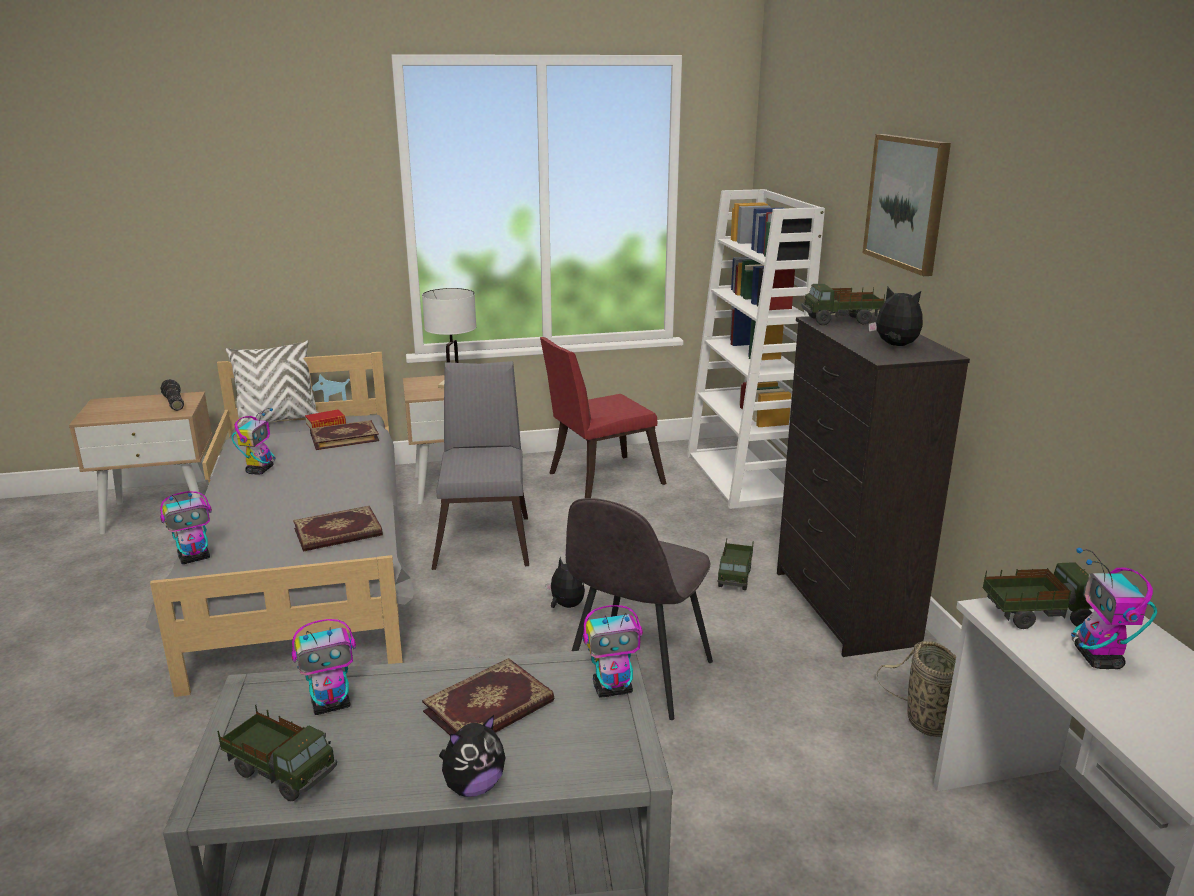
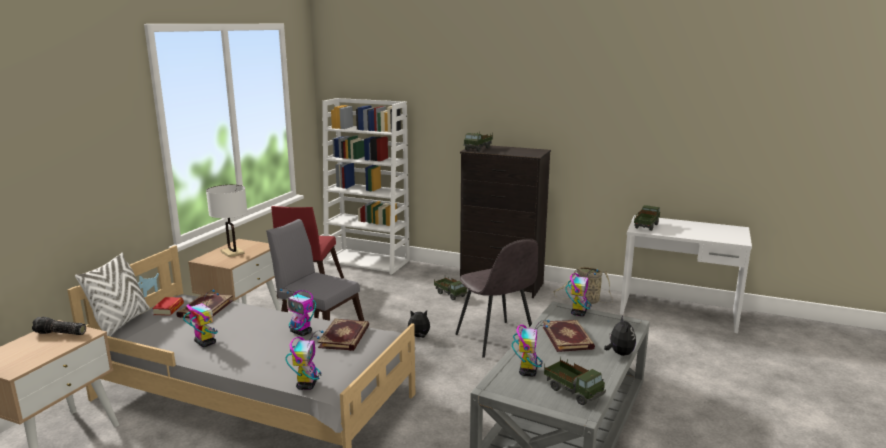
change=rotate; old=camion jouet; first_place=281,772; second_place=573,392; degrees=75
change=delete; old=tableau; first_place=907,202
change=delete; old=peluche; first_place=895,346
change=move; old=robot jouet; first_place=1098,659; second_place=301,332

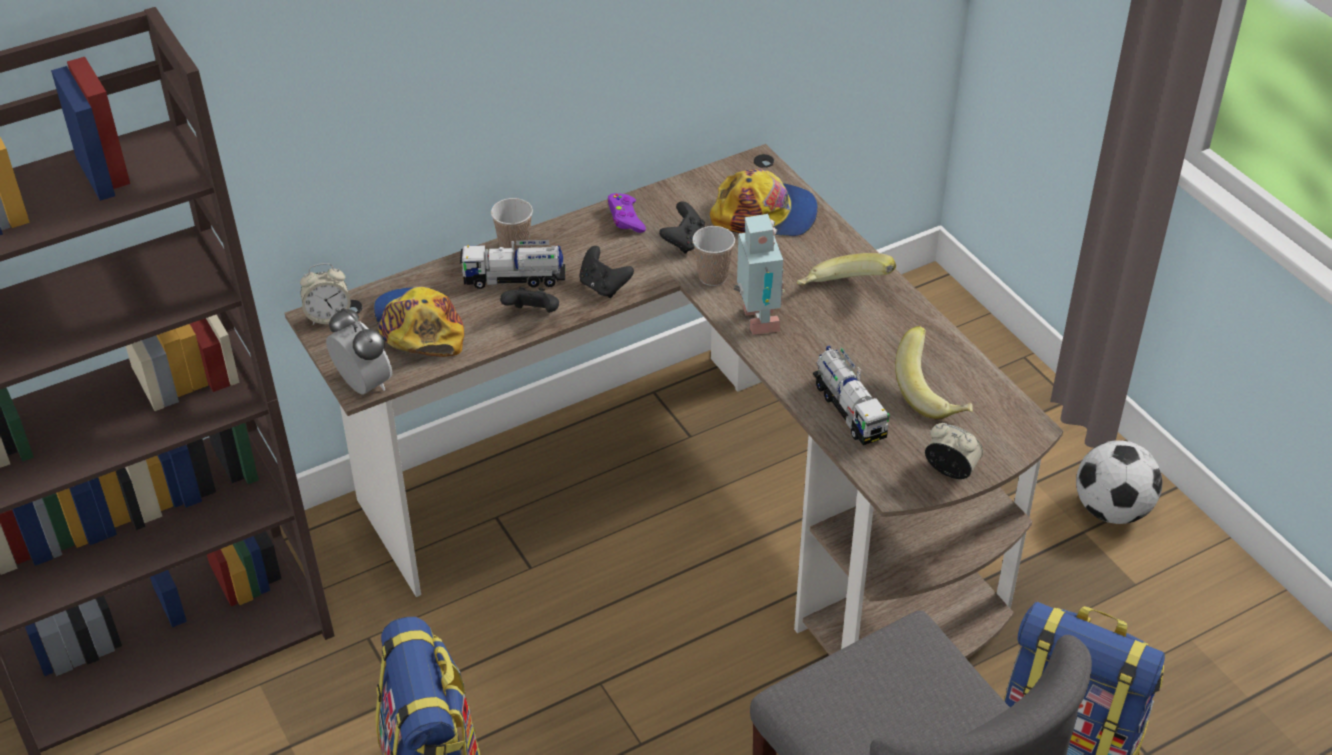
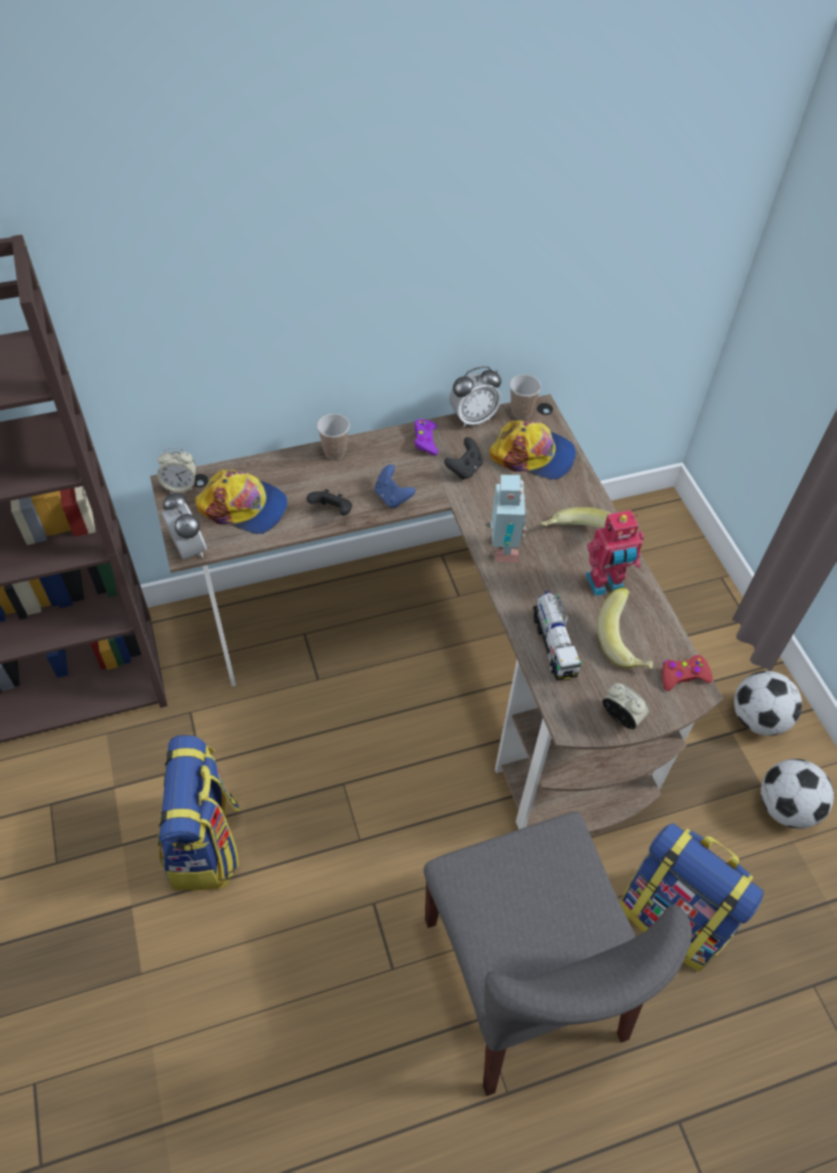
change=rotate; old=casquette; first_place=419,327; second_place=244,507; degrees=120
change=delete; old=camion jouet; first_place=514,279
change=recolor; old=manette/noir; new=manette/bleu; first_place=603,286; second_place=392,497
change=move; old=tasse; first_place=713,277; second_place=521,412
change=insert; new=réveil; second_place=473,418
change=insert; new=robot jouet; second_place=605,584
change=insert; new=manette/rouge; second_place=683,676
change=insert; new=ballon de foot; second_place=785,807

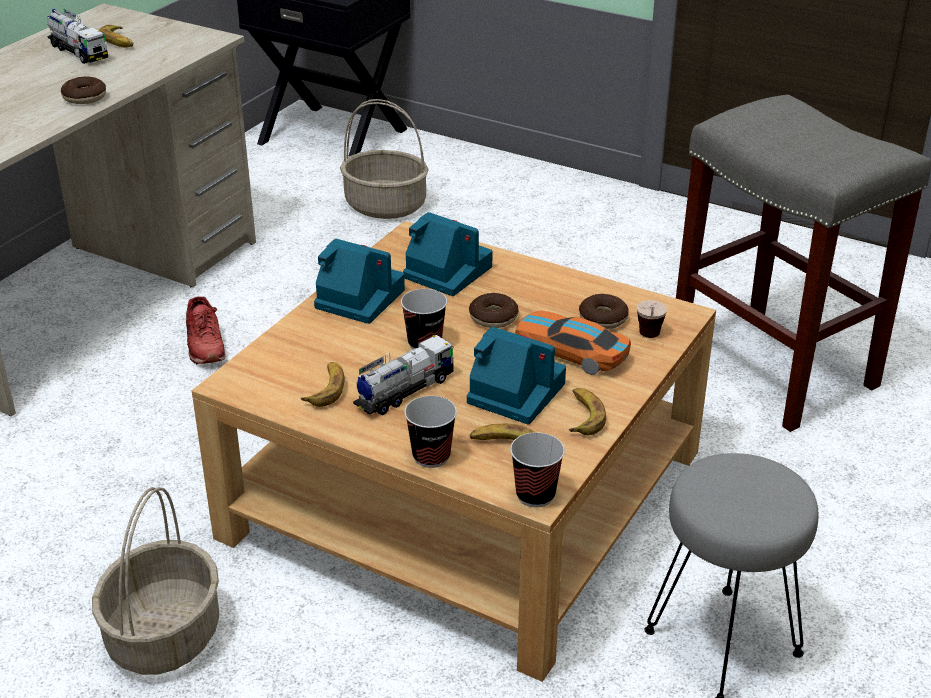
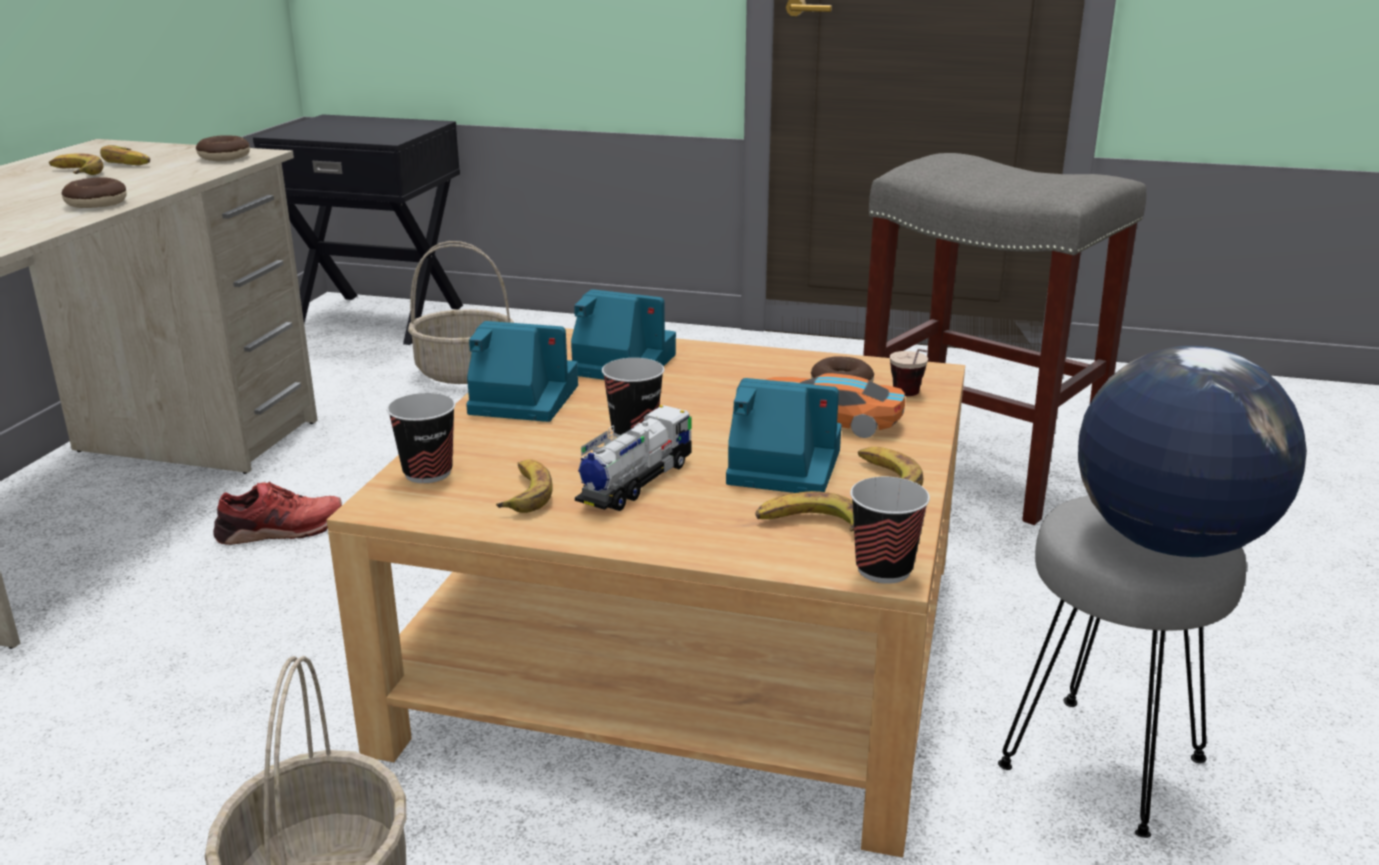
change=replace; old=camion jouet; new=banane; first_place=78,52; second_place=75,172
change=rotate; old=chaussure/rouge; first_place=204,344; second_place=280,530; degrees=-75
change=move; old=tasse; first_place=431,456; second_place=428,473
change=move; old=beignet; first_place=493,317; second_place=224,157
change=insert; new=globe; second_place=1169,543

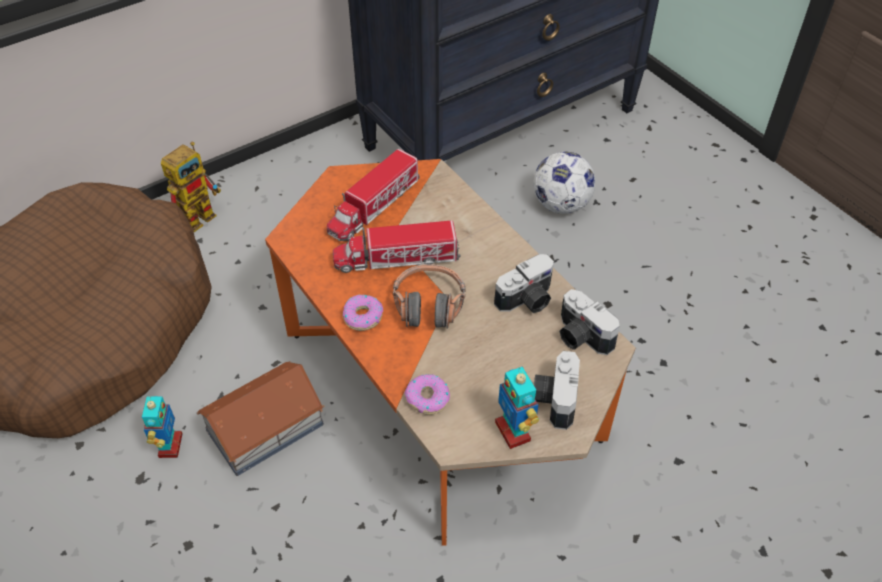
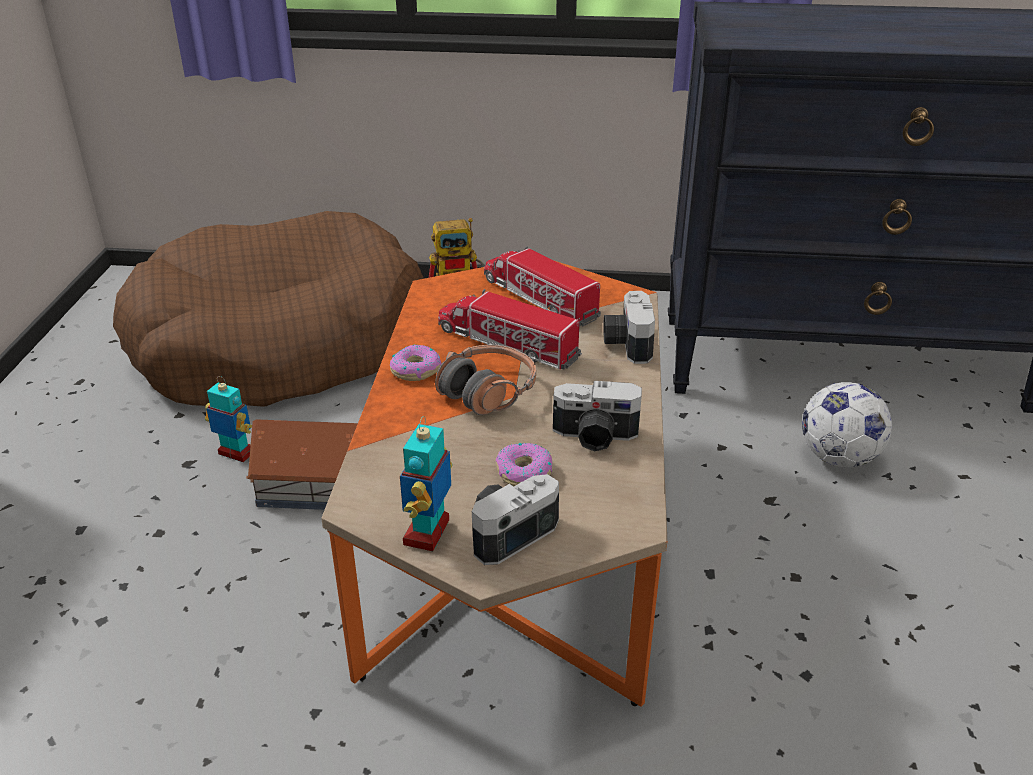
change=rotate; old=robot jouet; first_place=169,445; second_place=236,453; degrees=-105
change=rotate; old=camion jouet; first_place=374,207; second_place=539,299; degrees=60
change=move; old=beignet; first_place=427,398; second_place=524,472
change=move; old=appareil photo; first_place=580,337; second_place=626,343

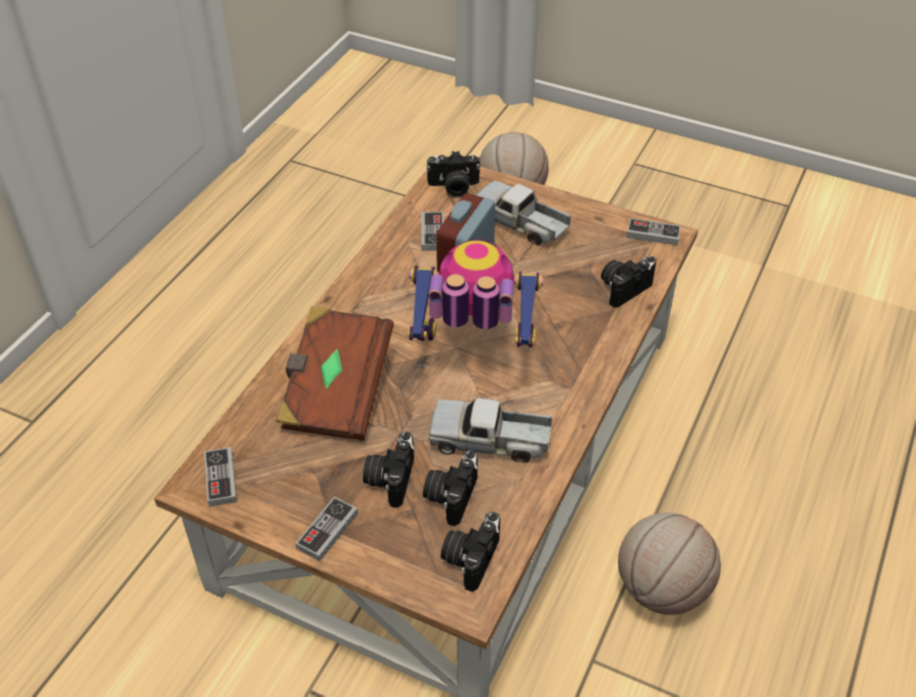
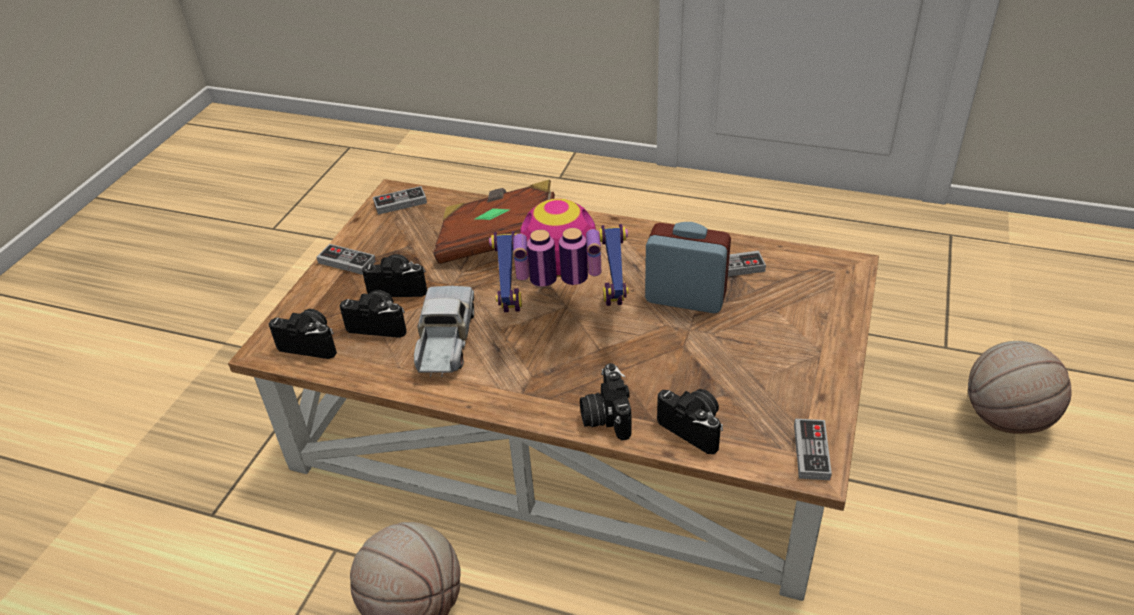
change=rotate; old=robot jouet; first_place=473,351; second_place=562,317; degrees=-90
change=move; old=appareil photo; first_place=453,187; second_place=605,416
change=delete; old=camion jouet; first_place=520,223

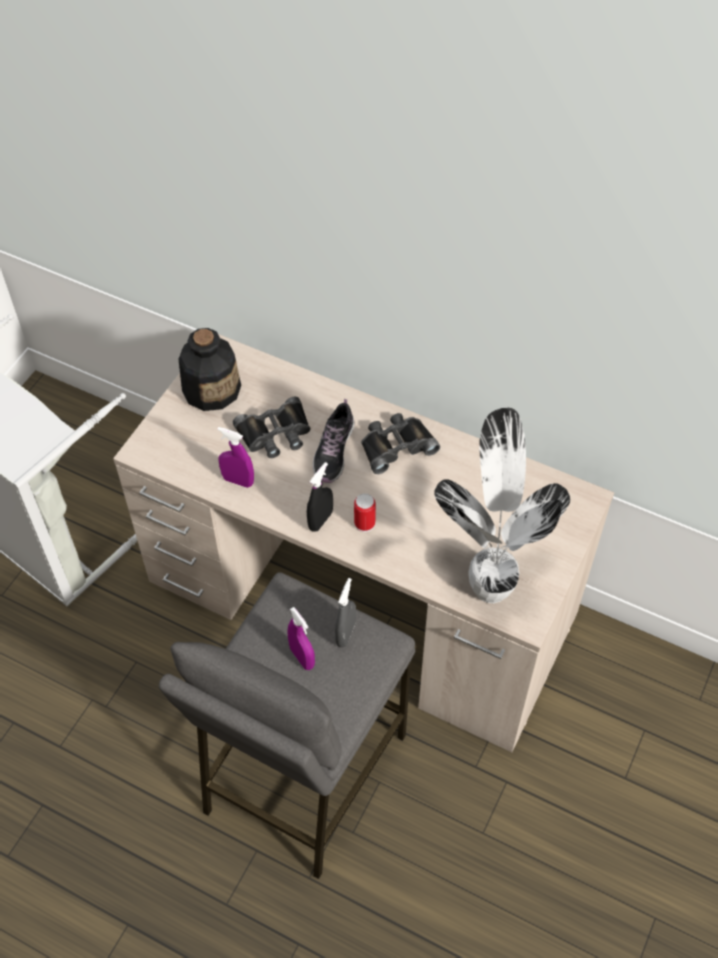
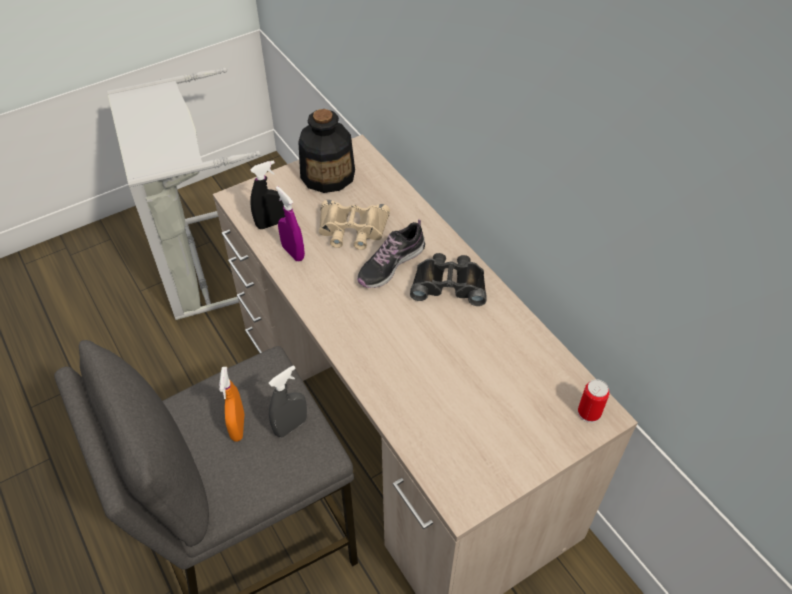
change=recolor; old=jumelles/noir; new=jumelles/beige; first_place=275,434; second_place=352,230
change=recolor; old=vaporisateur/violet; new=vaporisateur/orange; first_place=302,657; second_place=238,427
change=move; old=vaporisateur/noir; first_place=320,520; second_place=271,223
change=move; old=boîte métallique; first_place=364,523; second_place=589,413
change=delete; old=plante en pot; first_place=490,585

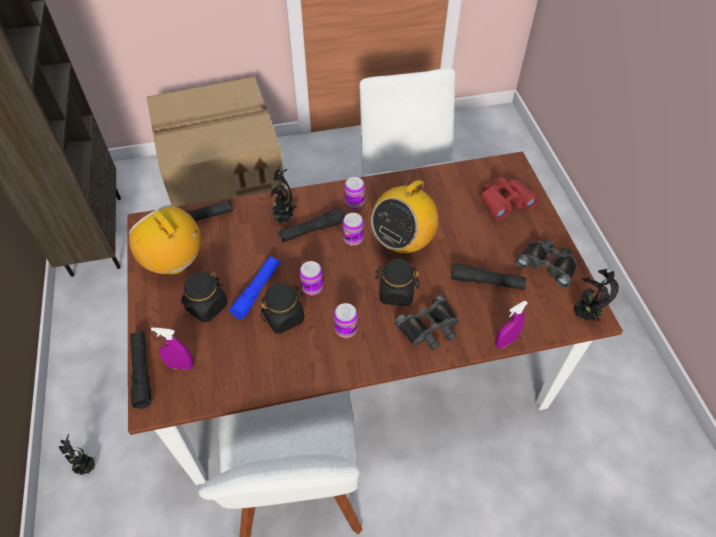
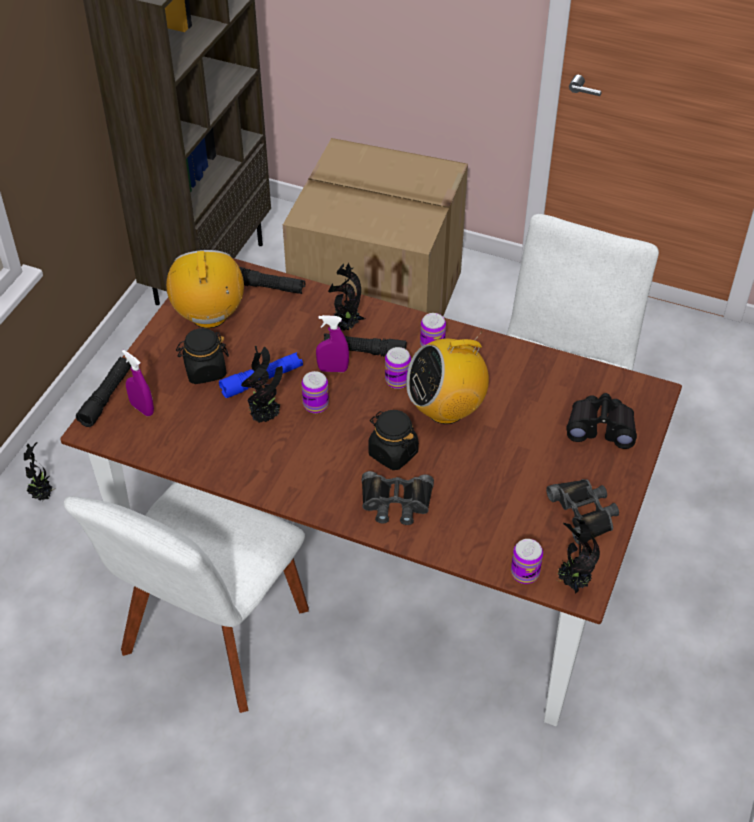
change=replace; old=bocal/noir; new=plante en pot; first_place=284,317; second_place=266,417
change=move; old=boîte métallique; first_place=346,329; second_place=525,573
change=delete; old=lampe de poche/noir; first_place=487,282
change=recolor; old=jumelles/rouge; new=jumelles/noir; first_place=505,202; second_place=601,427
change=move; old=vaporisateur/violet; first_place=505,342; second_place=333,369

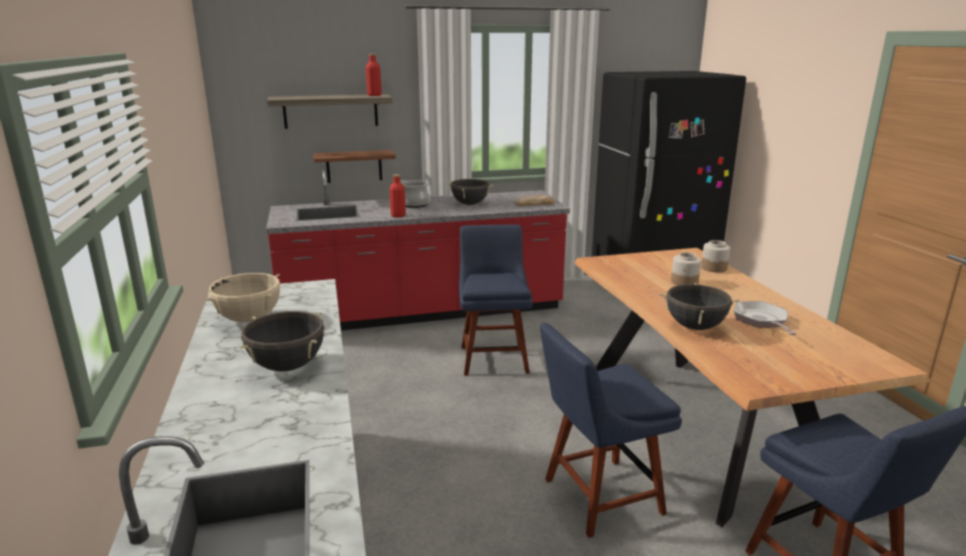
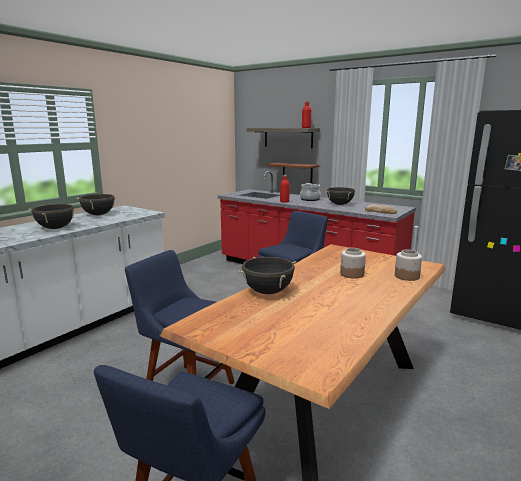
change=recolor; old=marmite/beige; new=marmite/noir; first_place=249,319; second_place=98,215
change=delete; old=poêle; first_place=761,321

